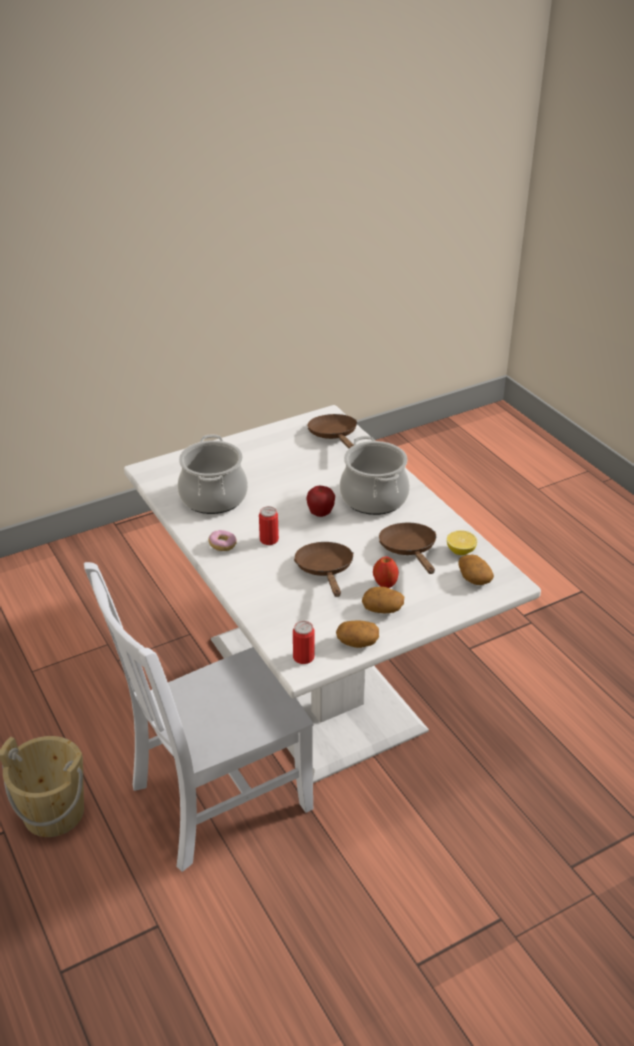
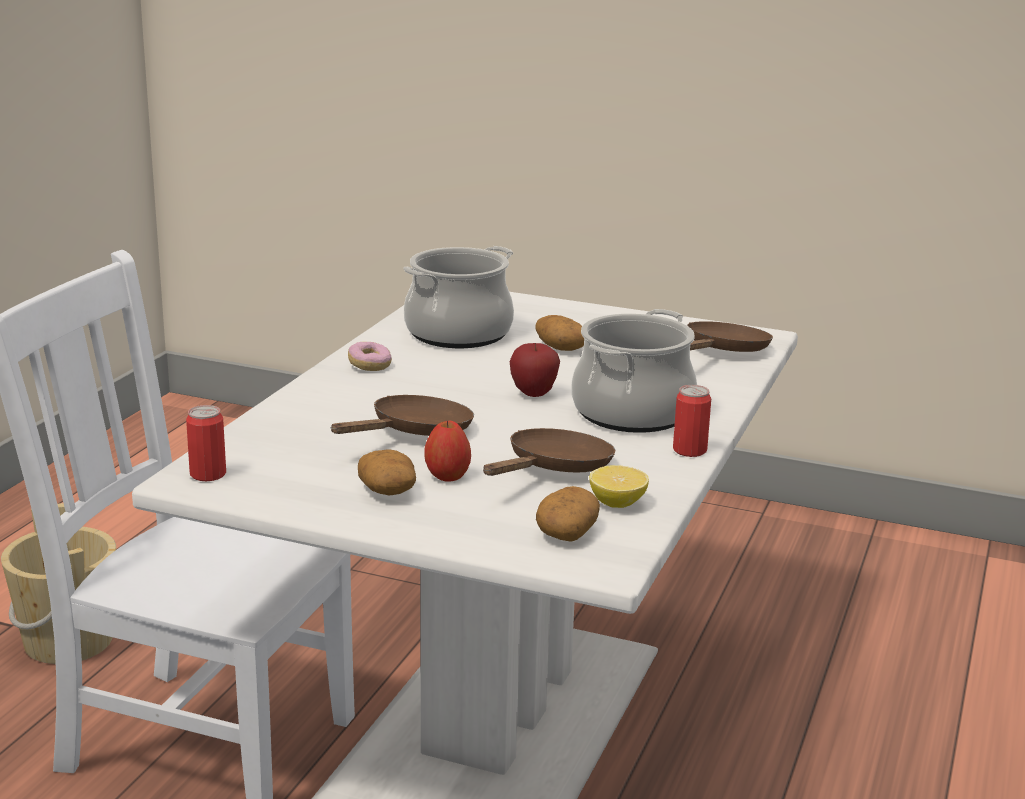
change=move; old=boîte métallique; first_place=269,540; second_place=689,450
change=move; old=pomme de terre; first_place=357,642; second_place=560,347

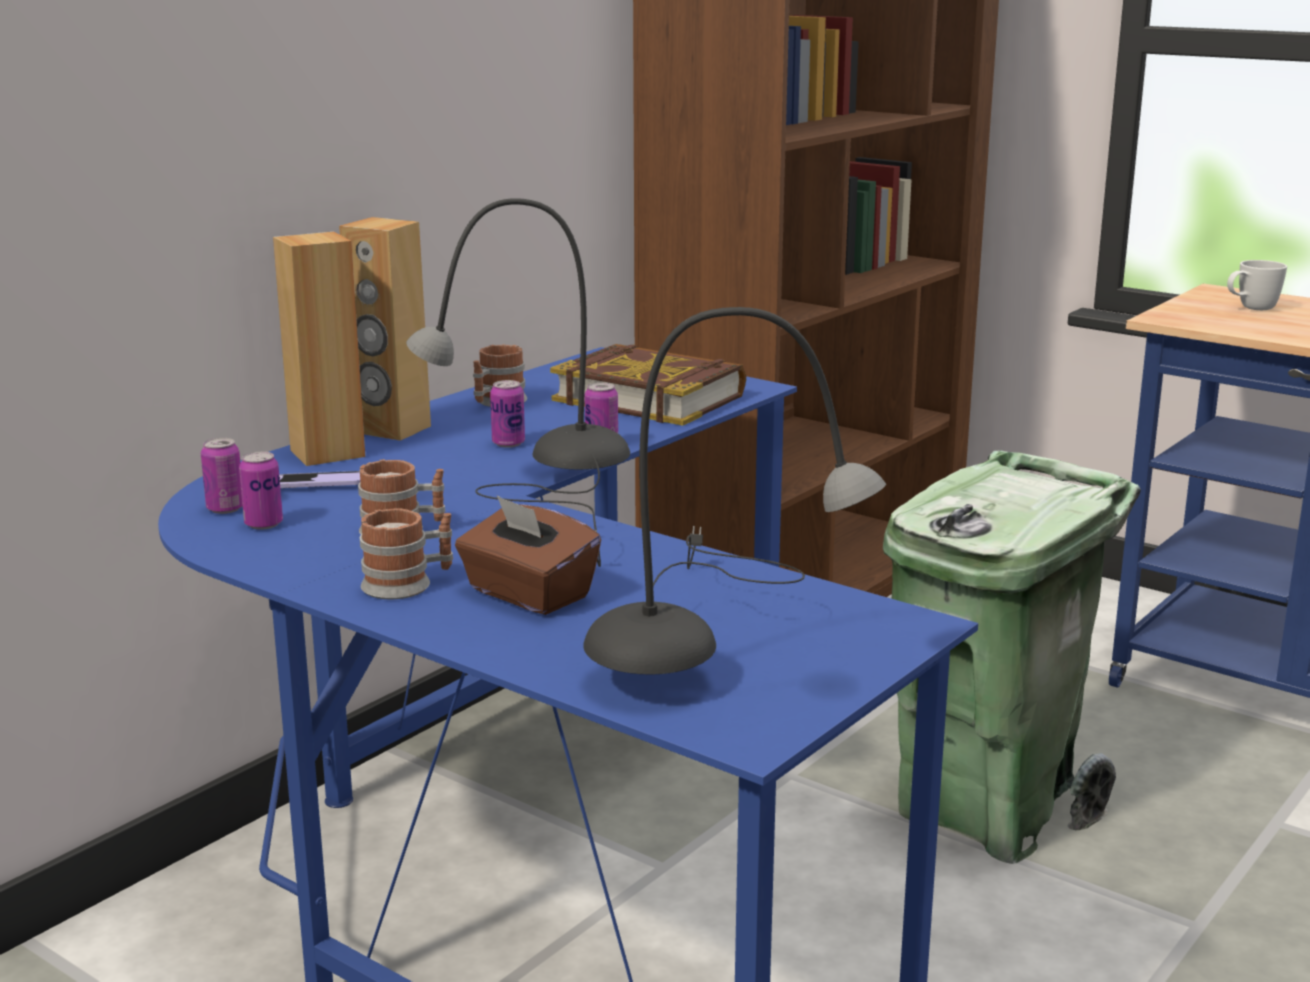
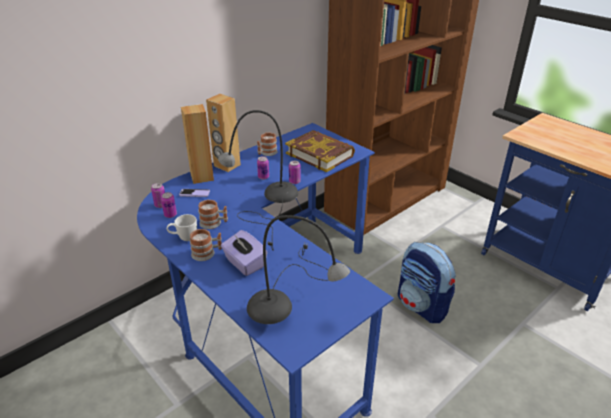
change=recolor; old=boîte à mouchoirs/marron; new=boîte à mouchoirs/violet; first_place=528,594; second_place=244,263
change=replace; old=poubelle/vert; new=sac à dos; first_place=988,811; second_place=422,306
change=move; old=mug/blanc; first_place=1250,309; second_place=184,238

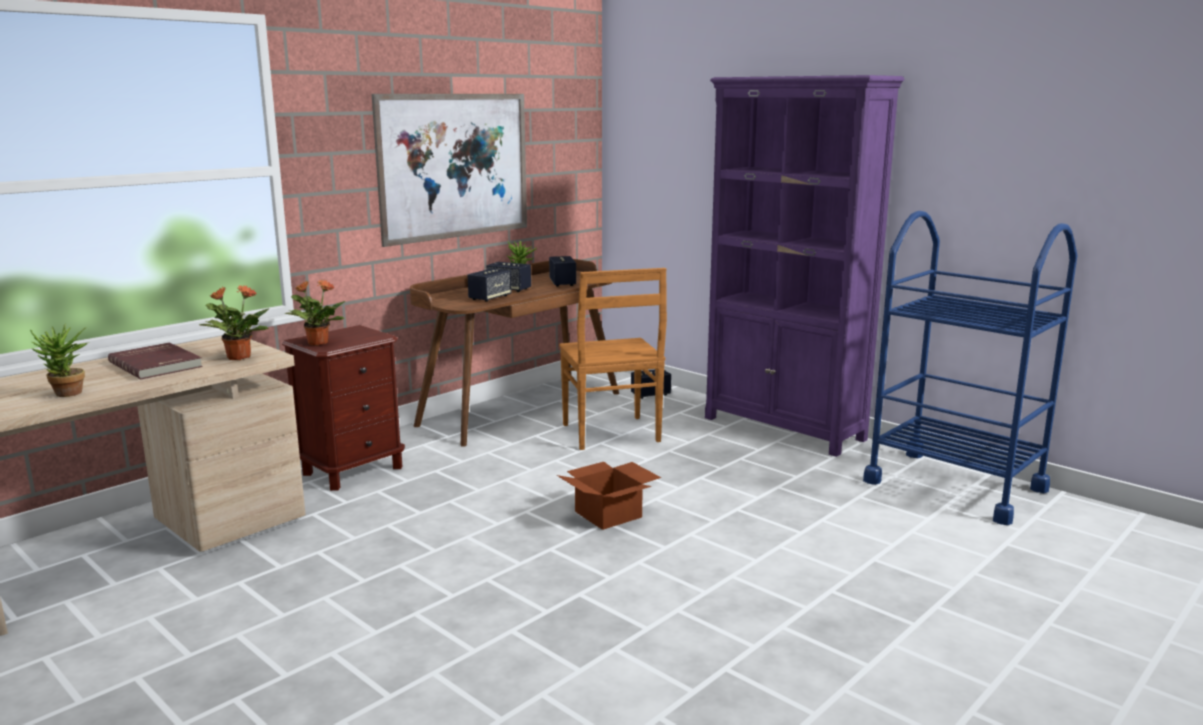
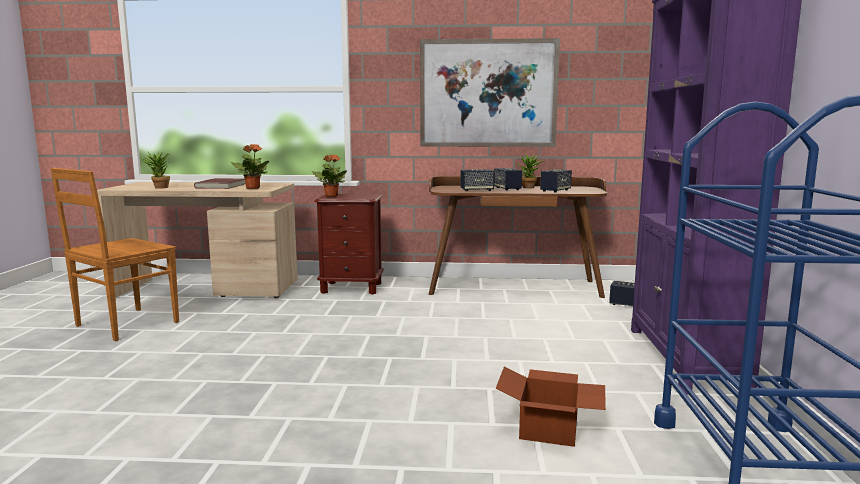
change=move; old=carton; first_place=610,514; second_place=550,430
change=move; old=chaise/marron; first_place=611,434; second_place=124,325

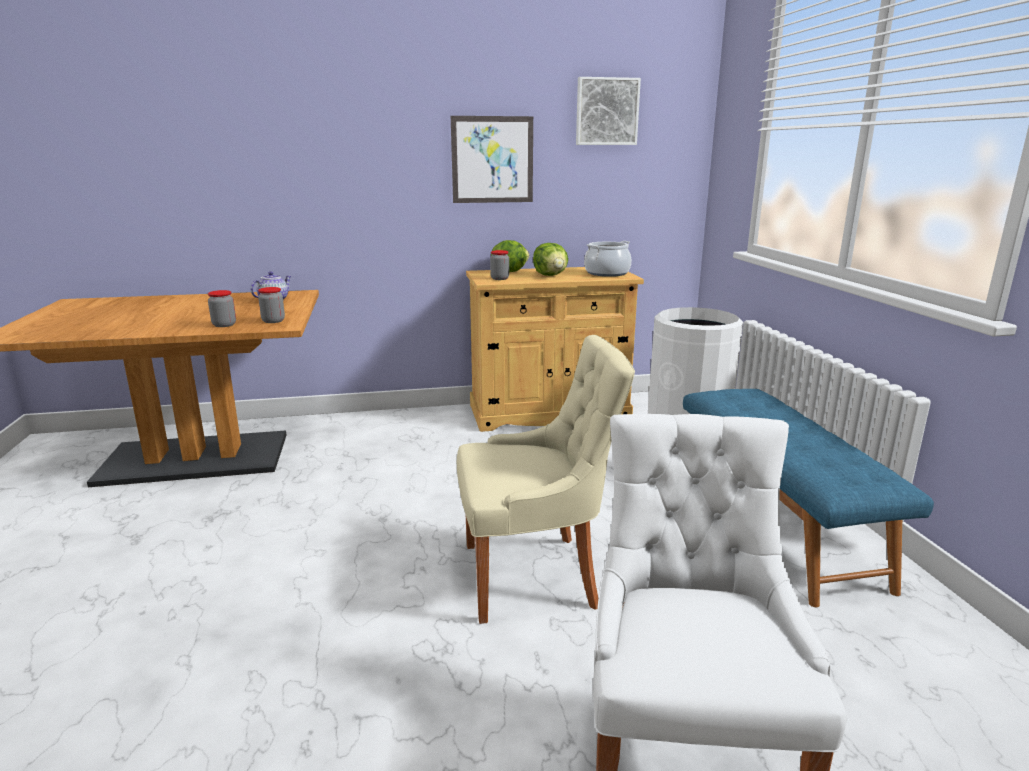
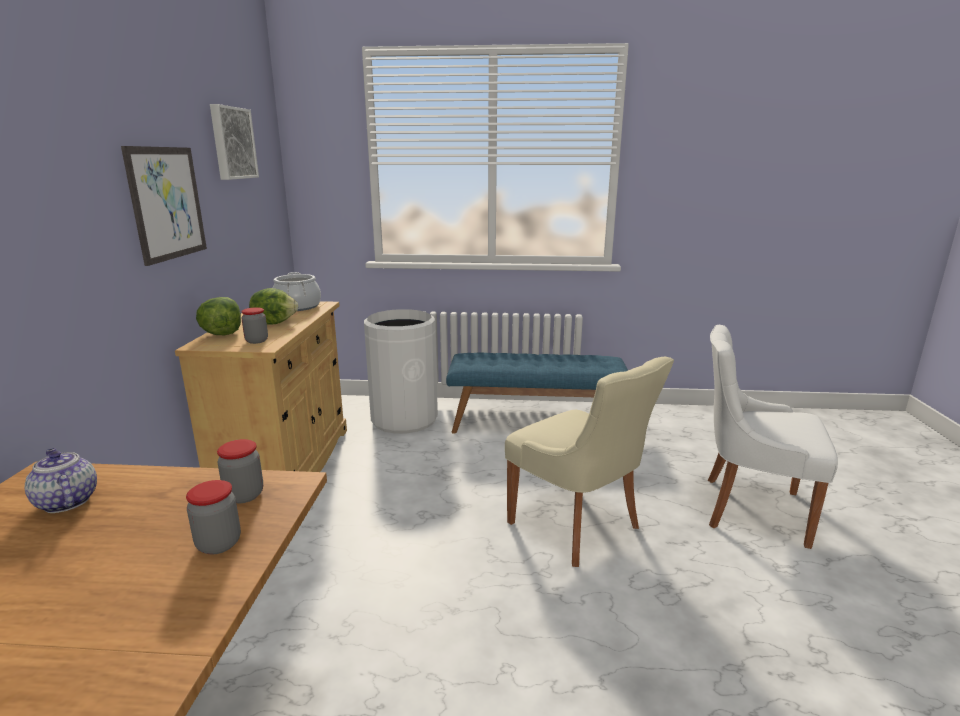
change=rotate; old=chaise/beige; first_place=535,575; second_place=577,526; degrees=135

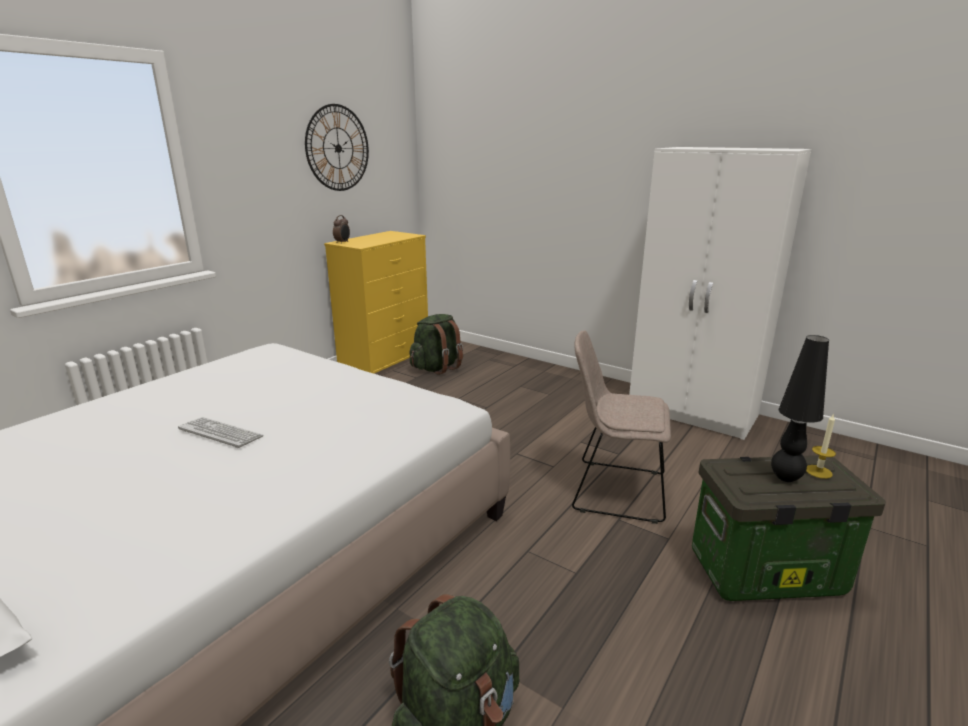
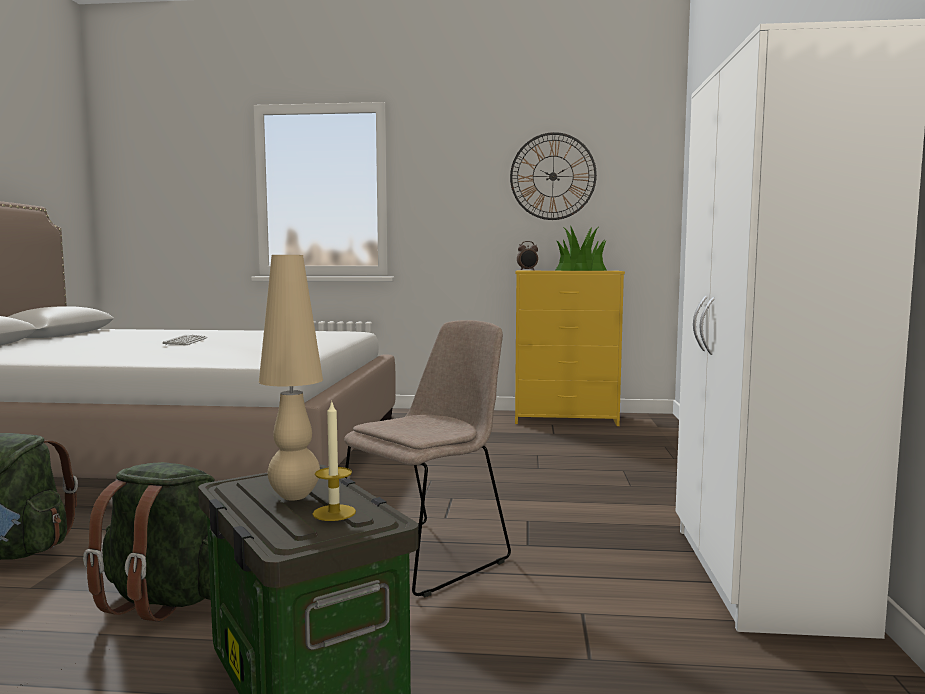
change=move; old=sac à dos/vert; first_place=437,368; second_place=168,600
change=rotate; old=chaise/beige; first_place=614,490; second_place=427,555; degrees=60
change=recolor; old=lampe de table/noir; new=lampe de table/beige; first_place=785,478; second_place=295,496
change=insert; new=plante en pot; second_place=580,270

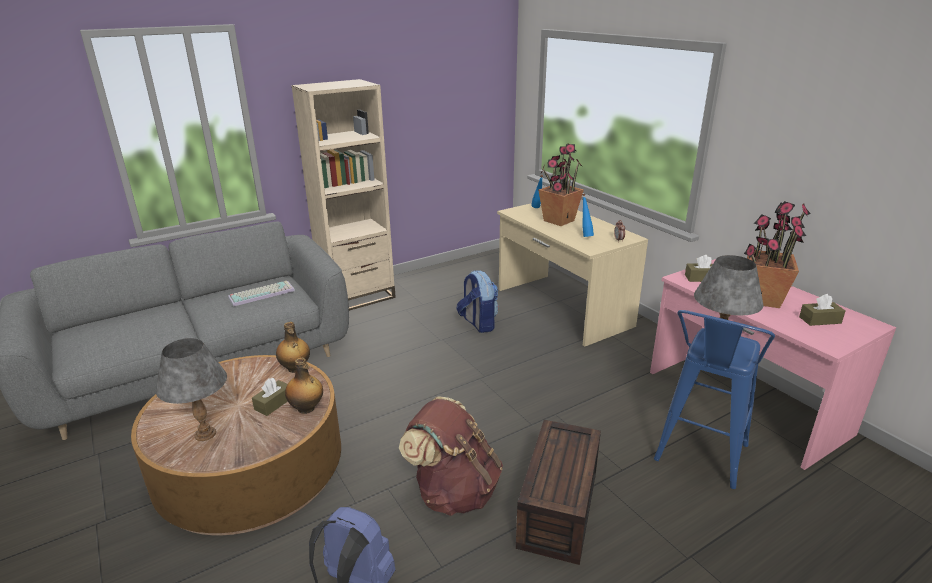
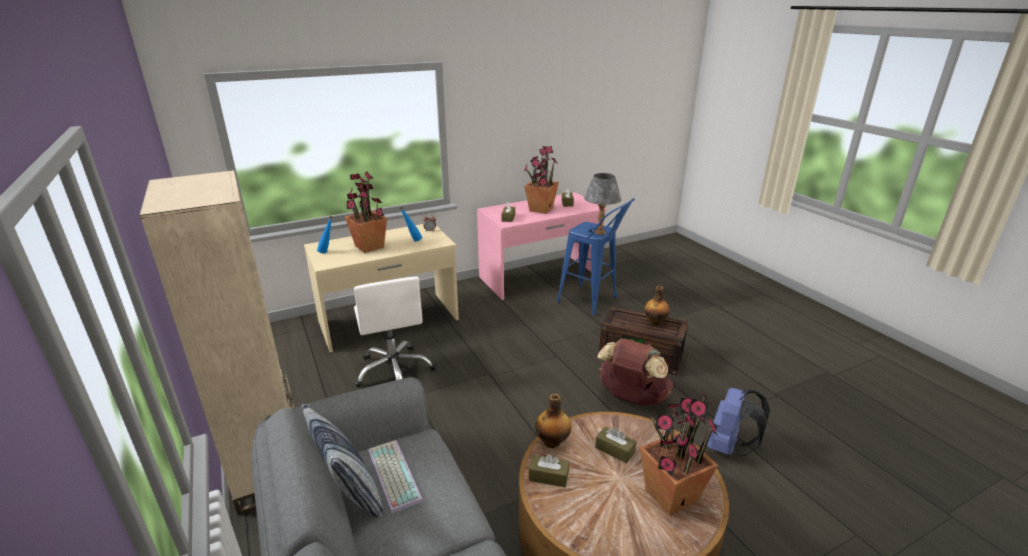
change=replace; old=lampe de table/gris; new=plante en pot; first_place=205,434; second_place=670,495
change=move; old=bouteille; first_place=306,408; second_place=655,322
change=replace; old=sac à dos; new=chaise de bureau/blanc; first_place=478,323; second_place=395,370
change=insert; new=coussin; second_place=350,492
change=insert; new=boîte à mouchoirs/marron; second_place=548,476

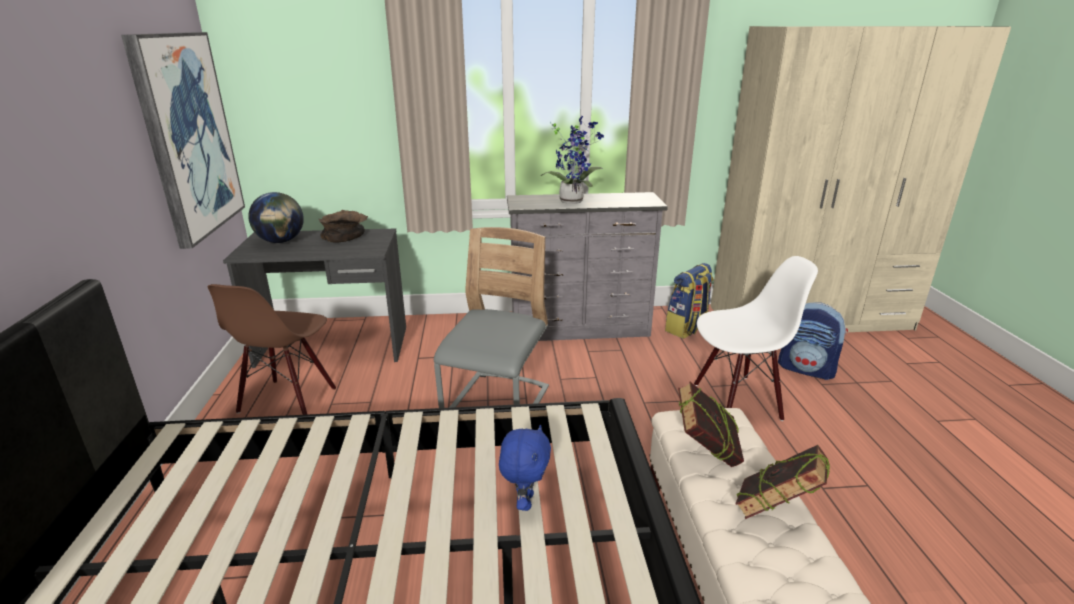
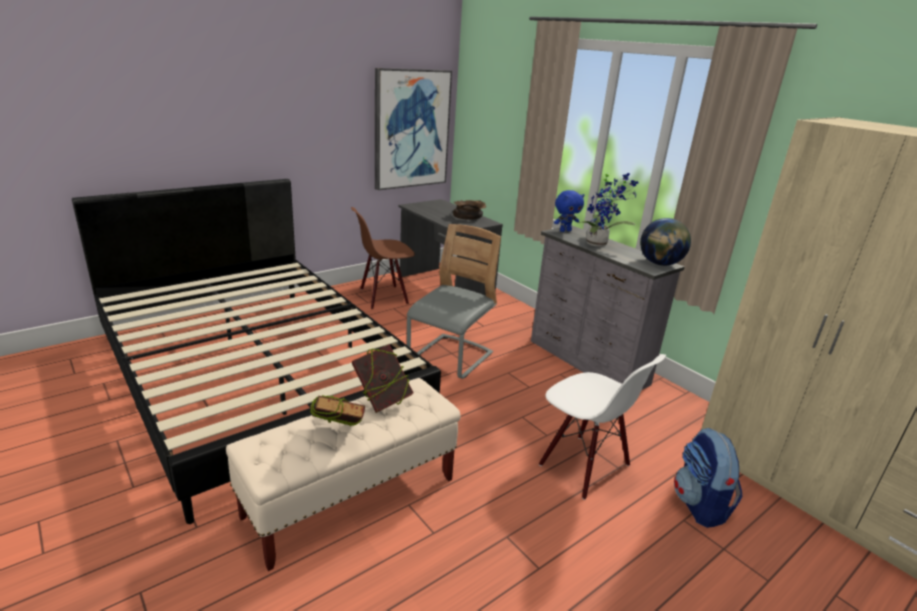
change=move; old=globe; first_place=281,241; second_place=660,264
change=rotate; old=chaise/gris; first_place=497,404; second_place=450,358; degrees=-45
change=move; old=peluche/bleu; first_place=524,501; second_place=565,231
change=delete; old=sac à dos; first_place=687,329

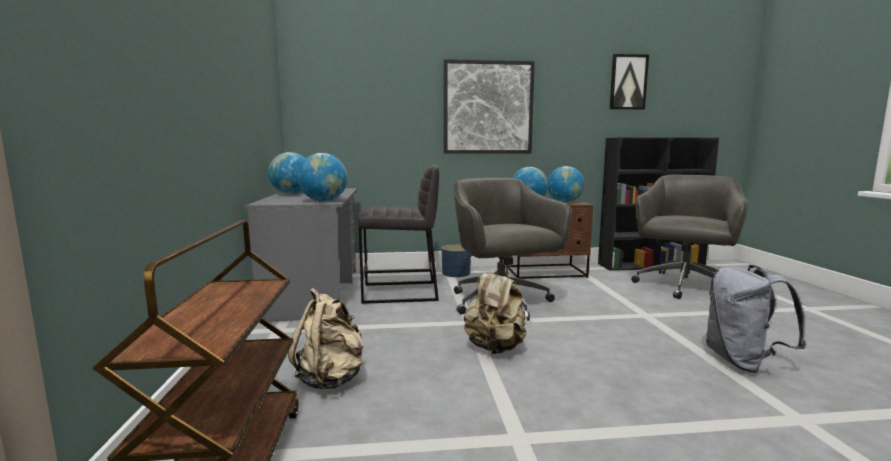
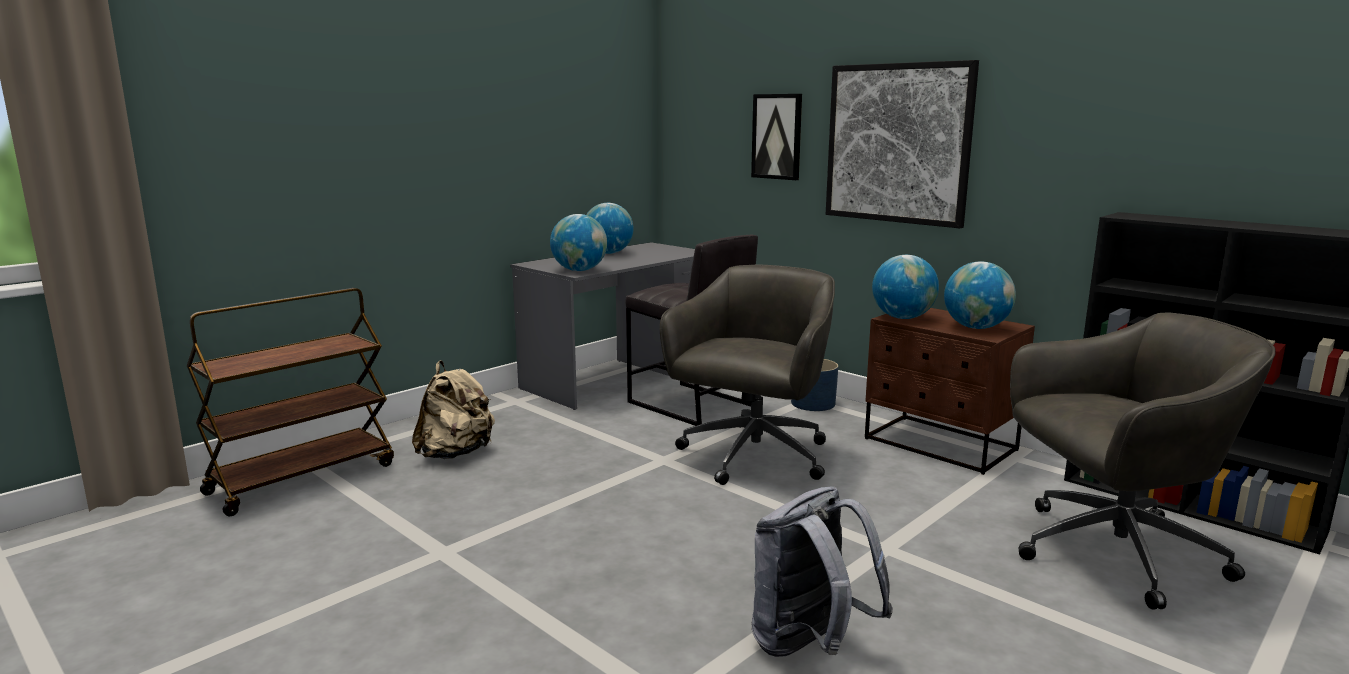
change=delete; old=sac à dos/beige; first_place=495,348
change=move; old=tableau; first_place=628,82; second_place=777,136

